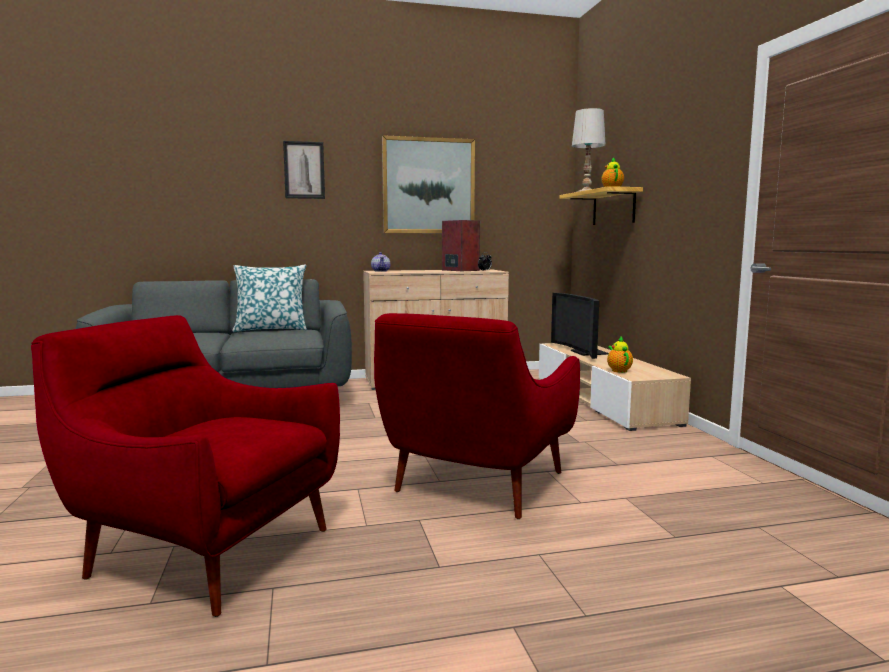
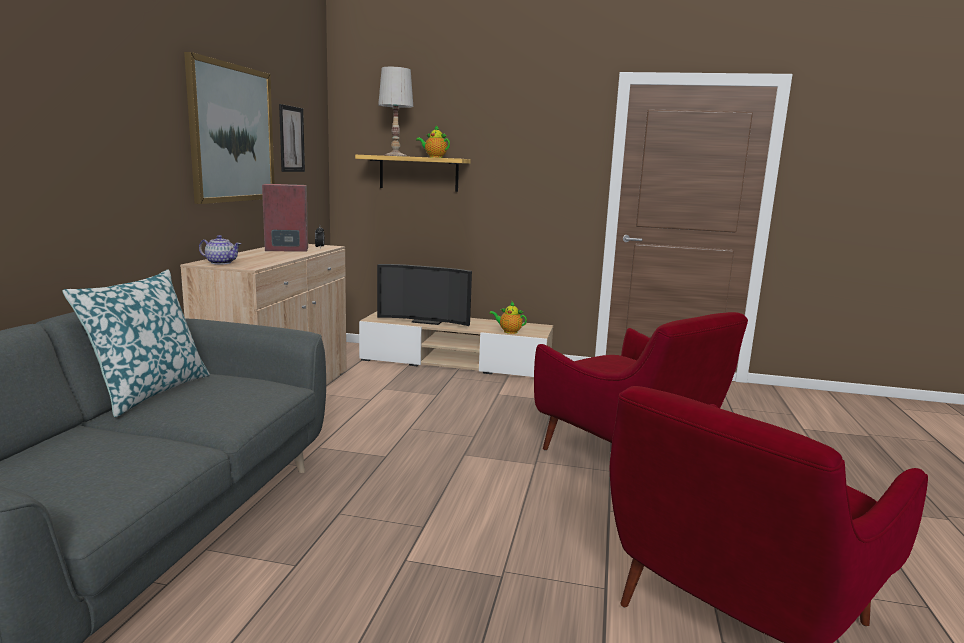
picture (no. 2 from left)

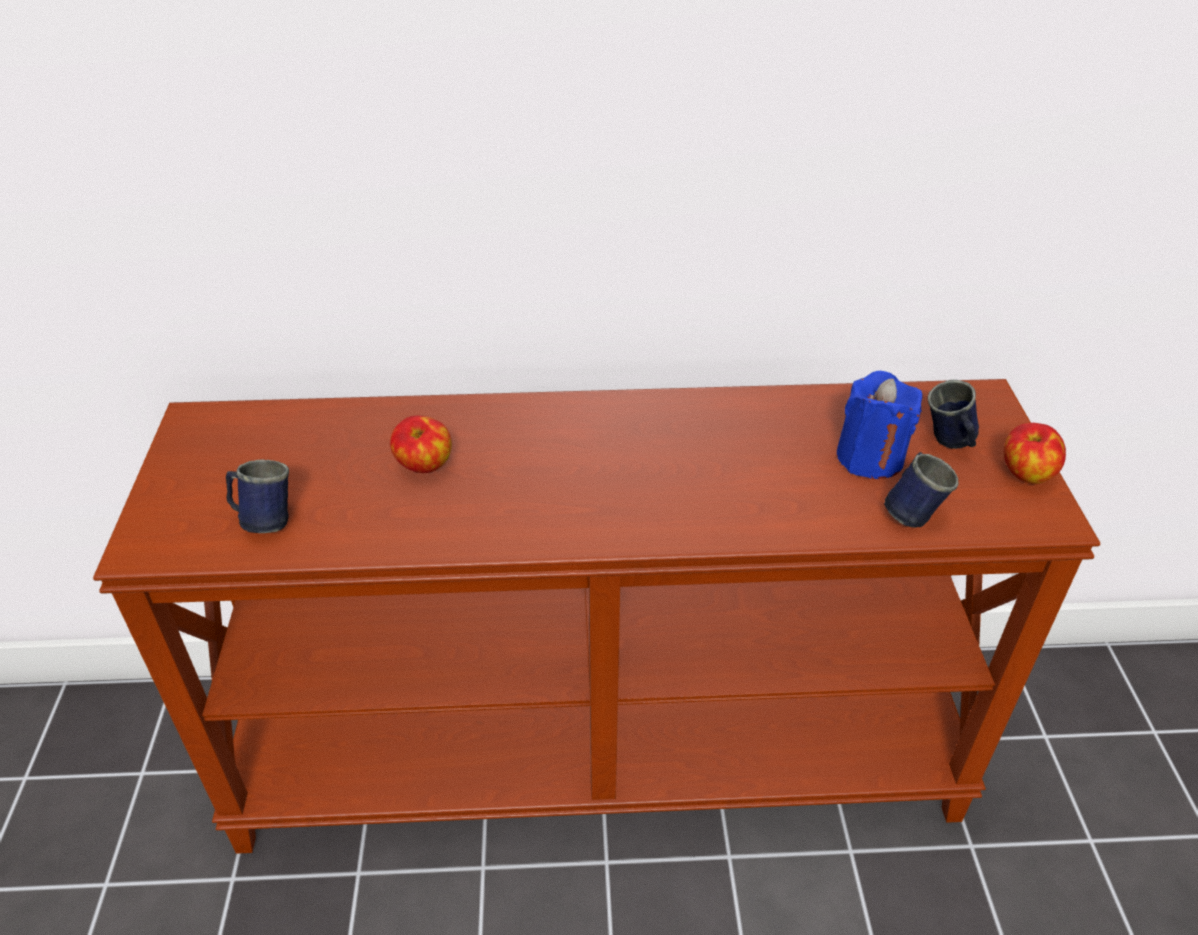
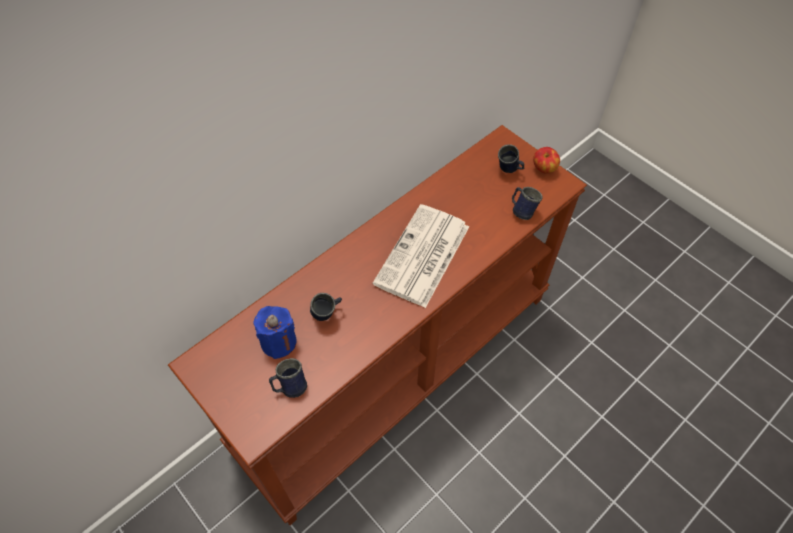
blue tea mug (no. 2 from left)
blue wax candle
daily paper

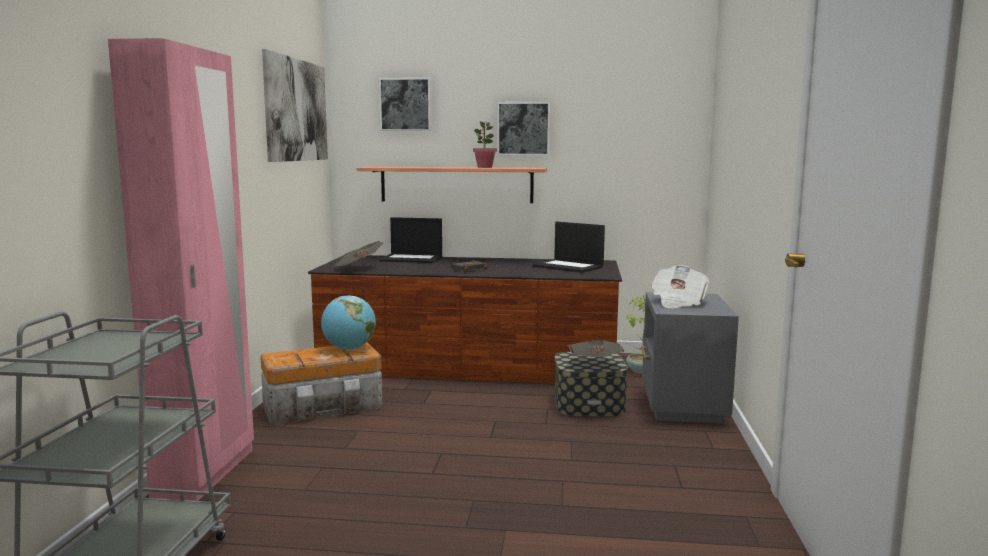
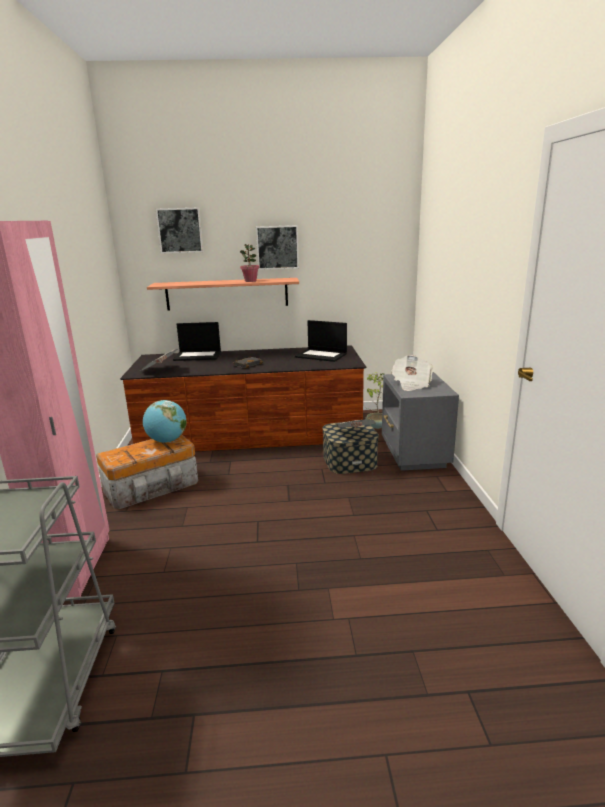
picture (no. 1 from left in the first image)

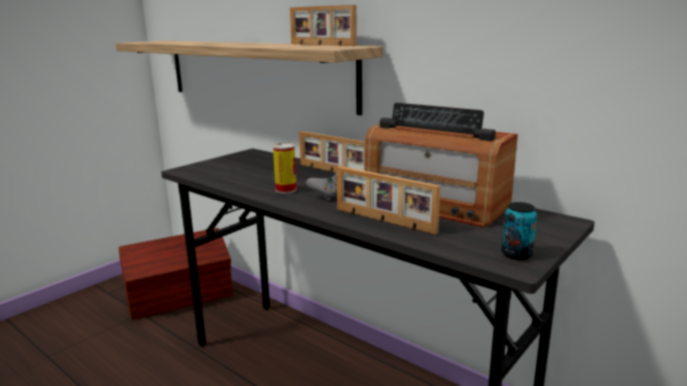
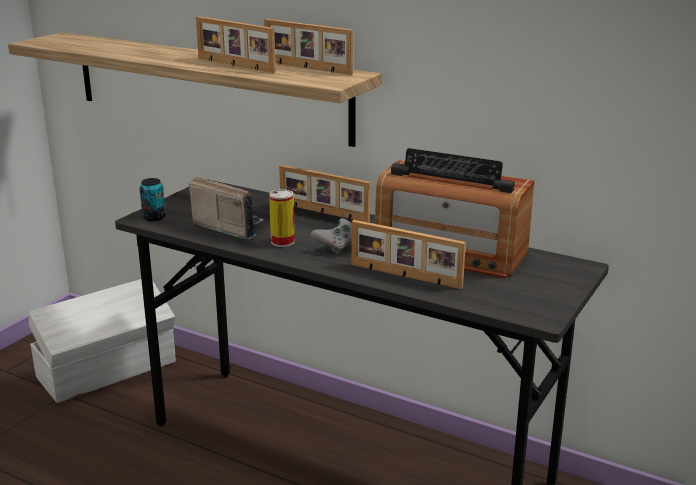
white storage container
sealed can (no. 1 from left)
radio set (no. 1 from left)
picture frame (no. 1 from left)

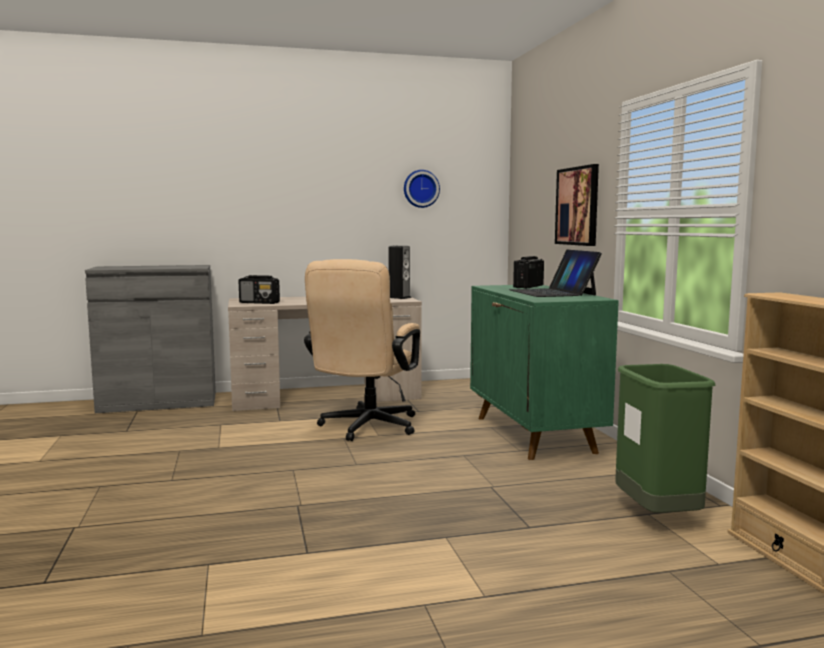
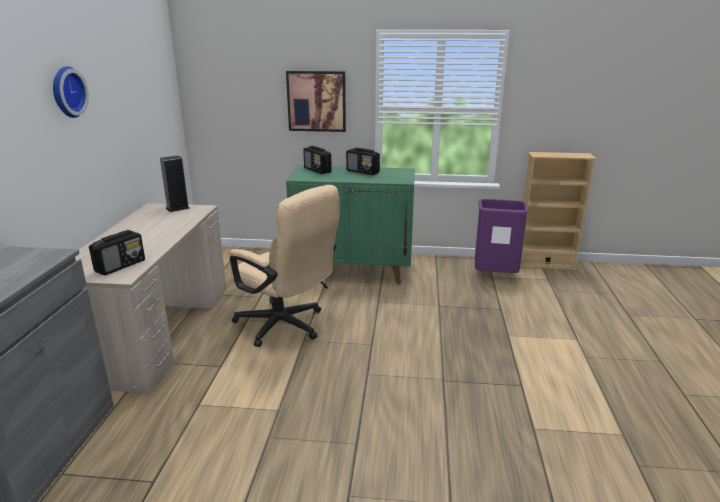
wall clock
radio set (no. 3 from left)
purple rubbish bin

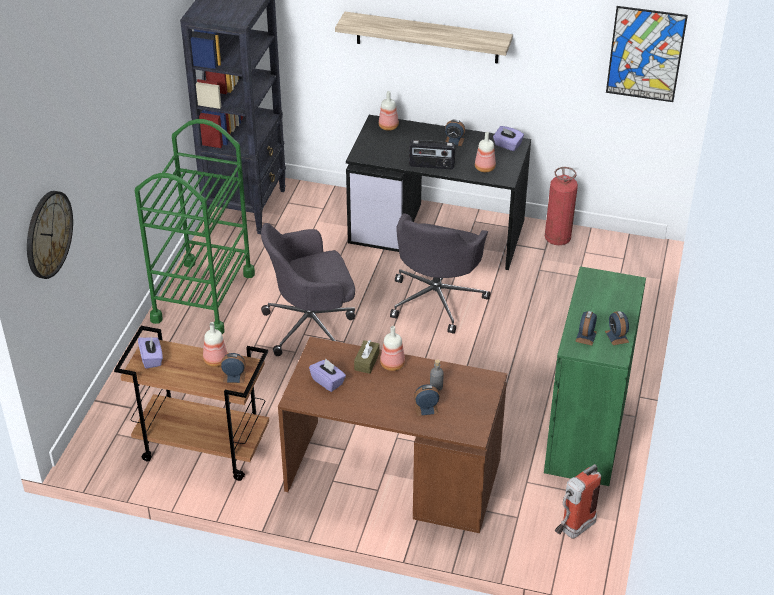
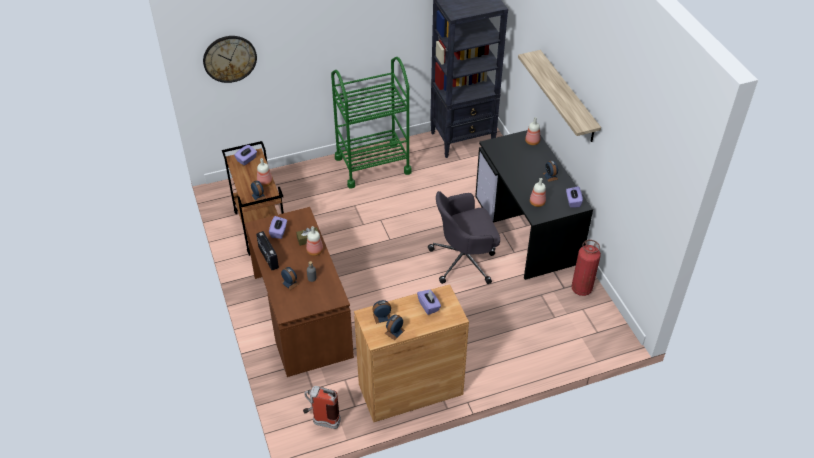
grey office chair (no. 1 from left in the first image)
radio set
brown-coloured cupboard
picture
purple tissue holder (no. 3 from left)

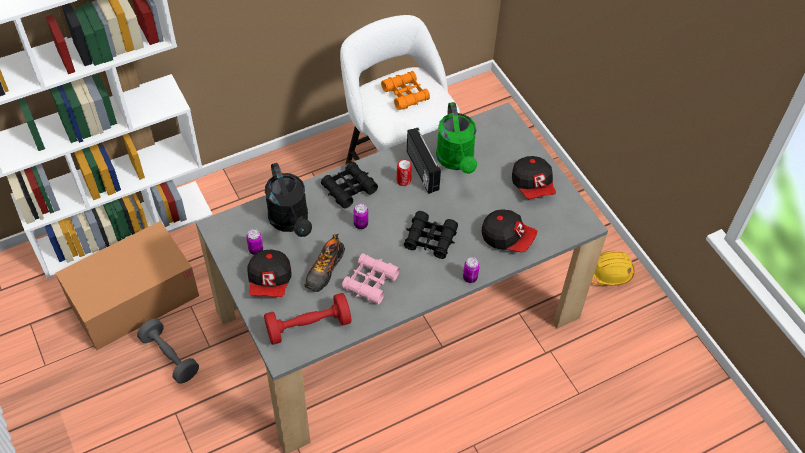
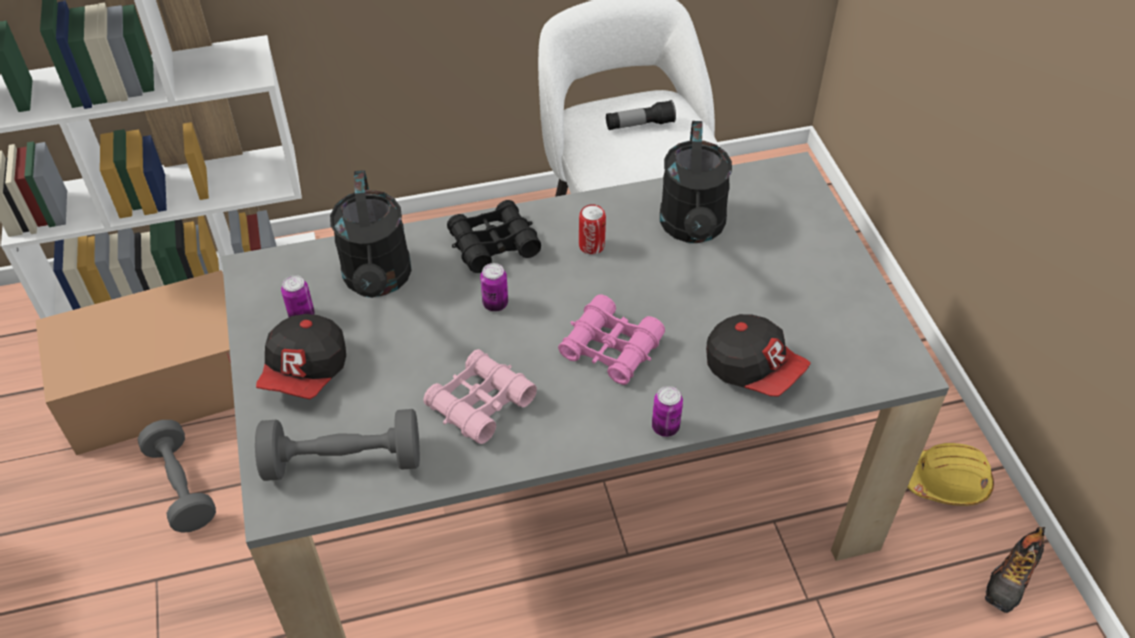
grey hand weight (no. 2 from left)
low shoe
flashlight
pink-coloured pair of binoculars (no. 2 from left)
radio set
black sprinkling can (no. 2 from left)
cap (no. 3 from left in the first image)

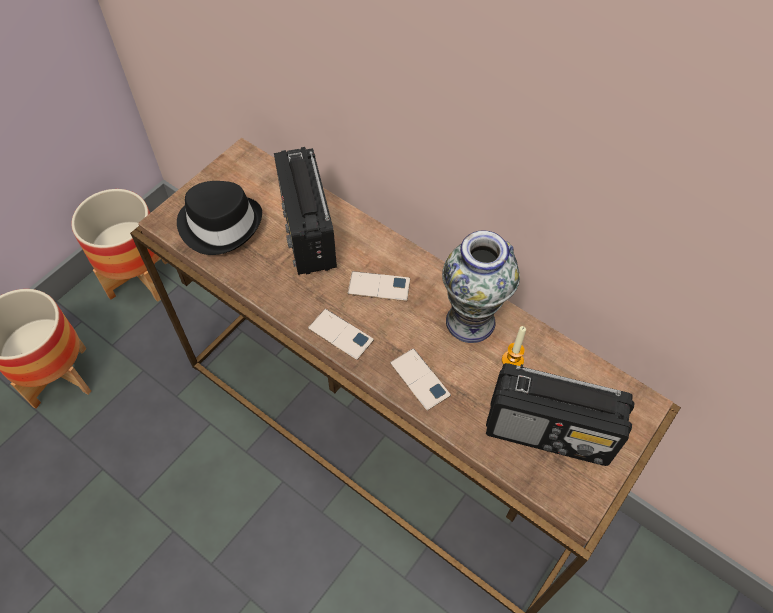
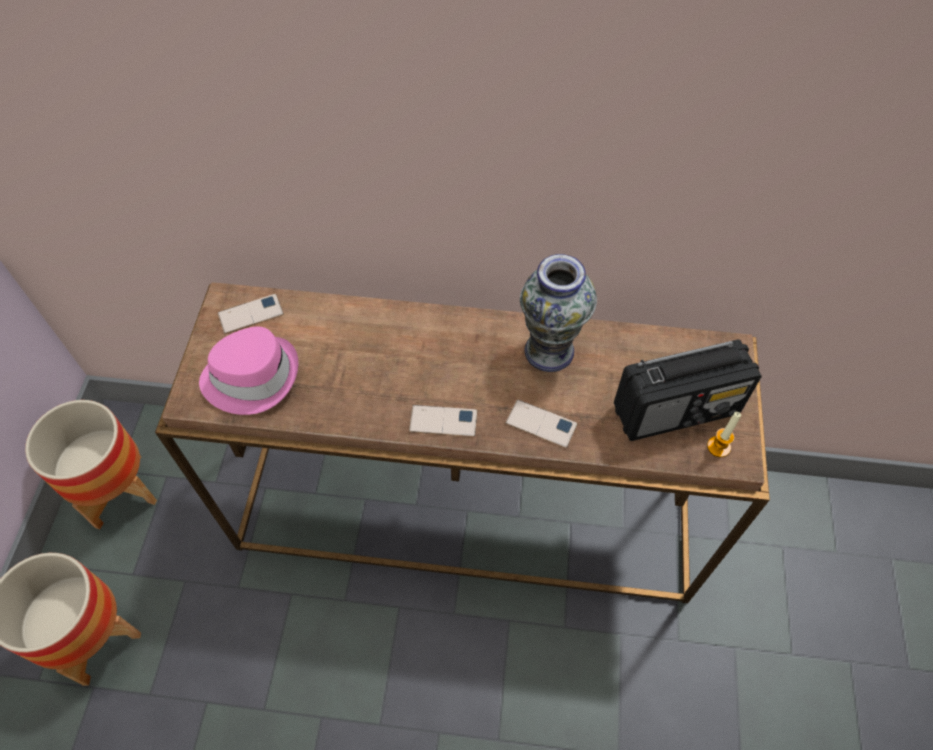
pink-coloured hat
radio set (no. 1 from left in the first image)
handset (no. 1 from left)
wax candle

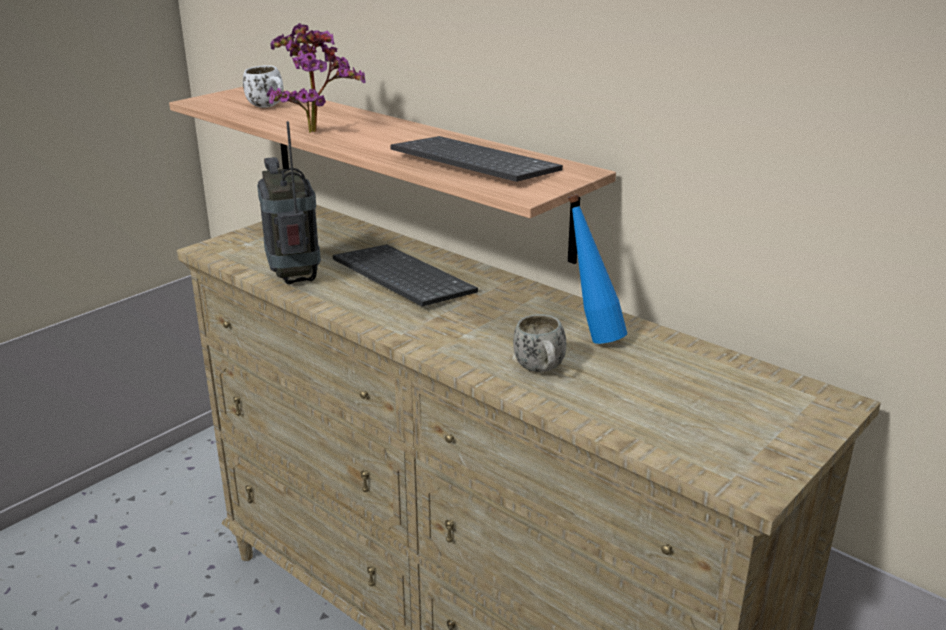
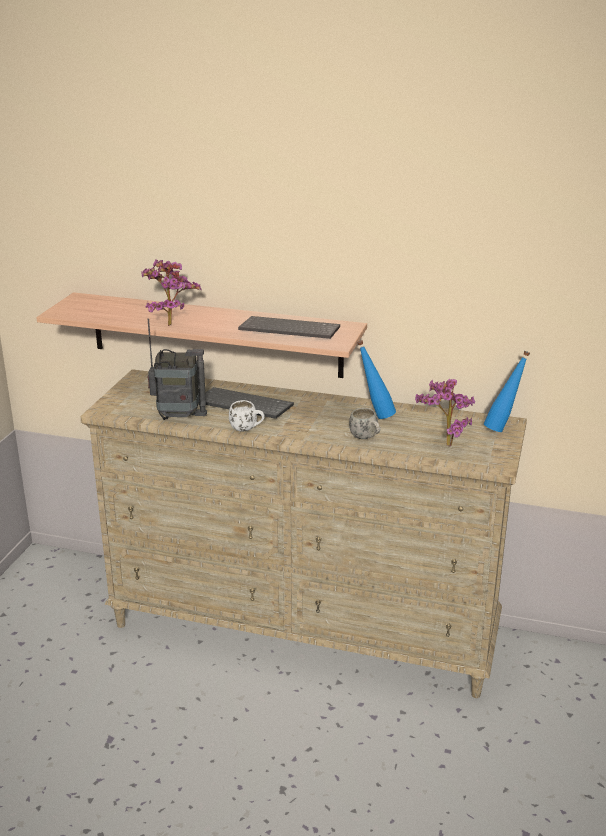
white tea mug (no. 1 from left)
radio set
houseplant (no. 2 from left)
blue beverage bottle (no. 2 from left)

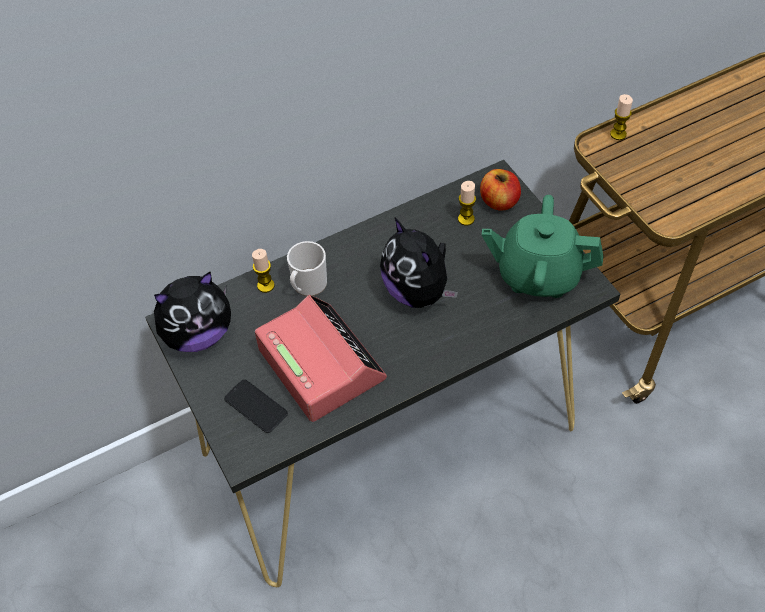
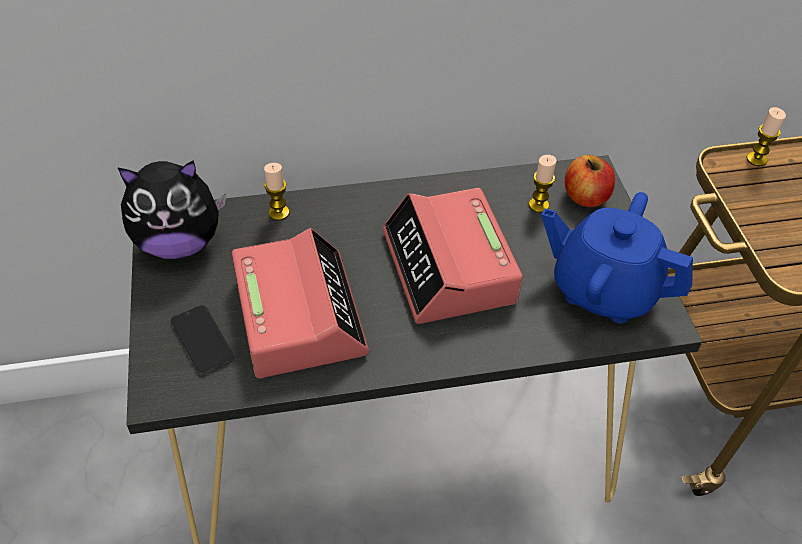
tea mug
bedside clock (no. 2 from left)
blue tea pot

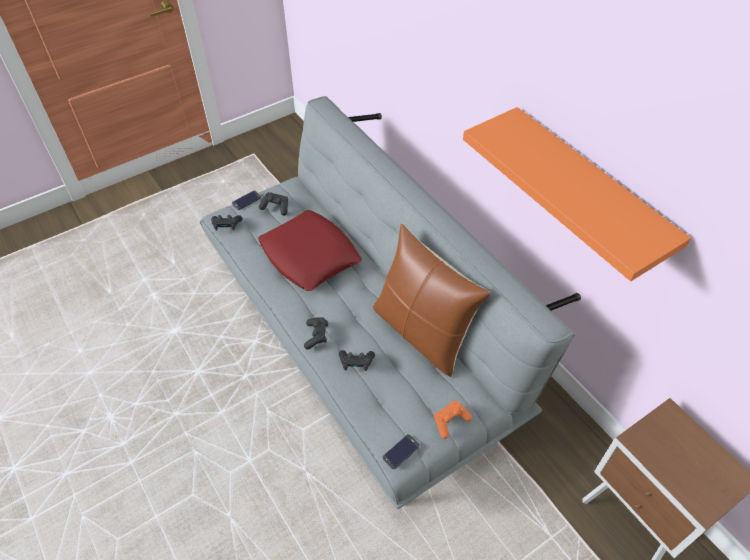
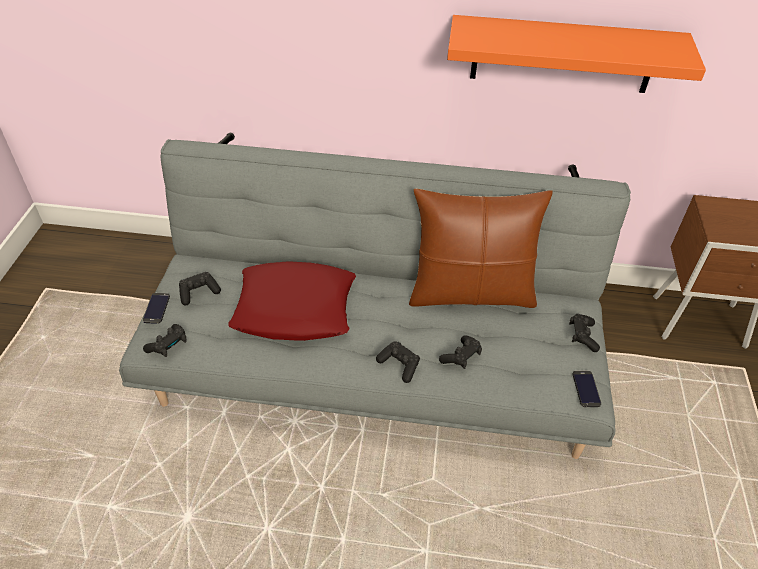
black joypad (no. 5 from left)

